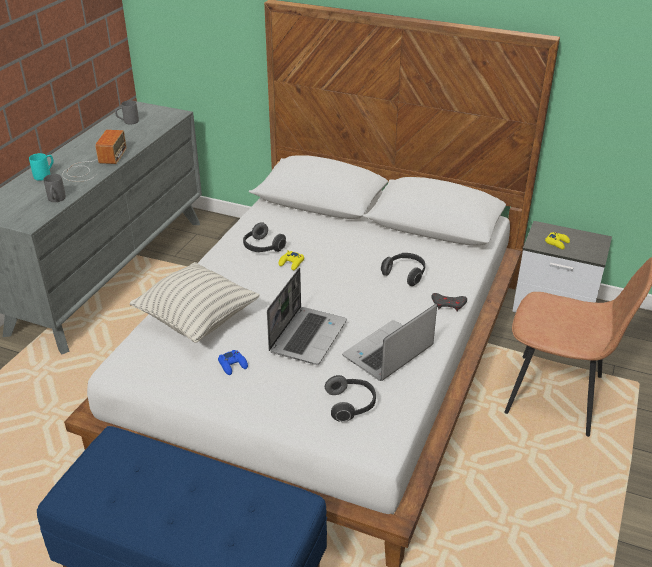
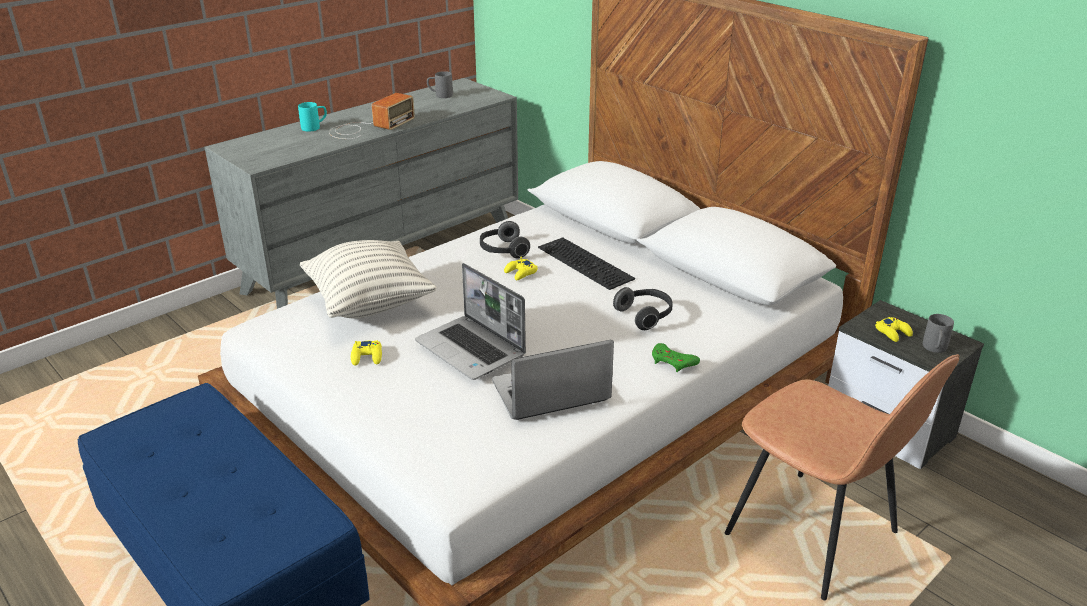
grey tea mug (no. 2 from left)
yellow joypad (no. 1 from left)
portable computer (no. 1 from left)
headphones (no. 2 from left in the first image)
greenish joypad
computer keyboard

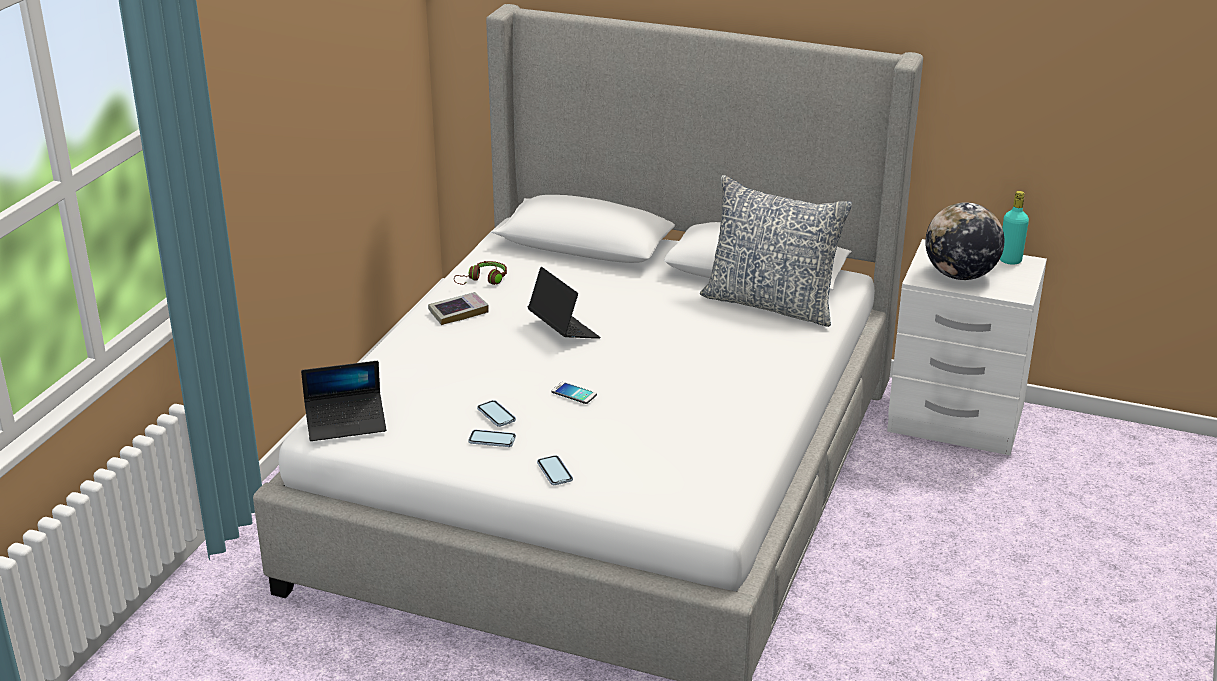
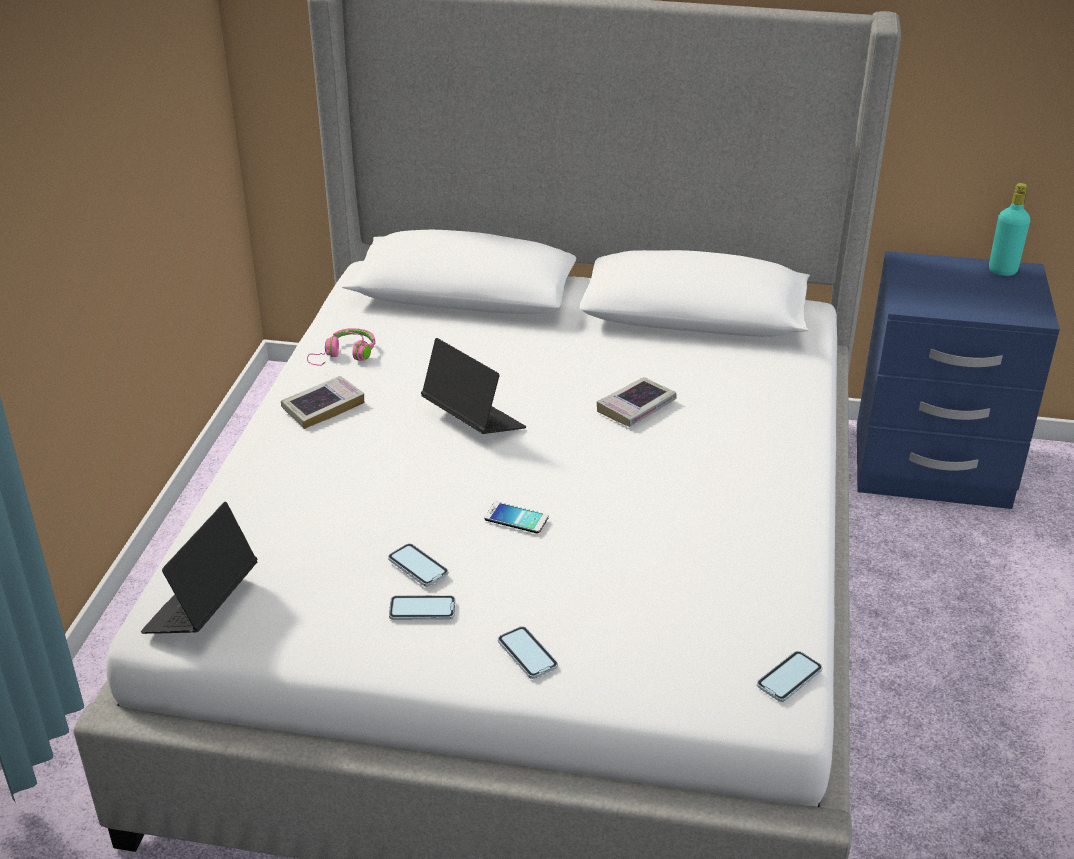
portable computer (no. 1 from left)
pink-coloured headphones
cushion
blue bedside table
world globe
volume (no. 2 from left)
handset (no. 5 from left)

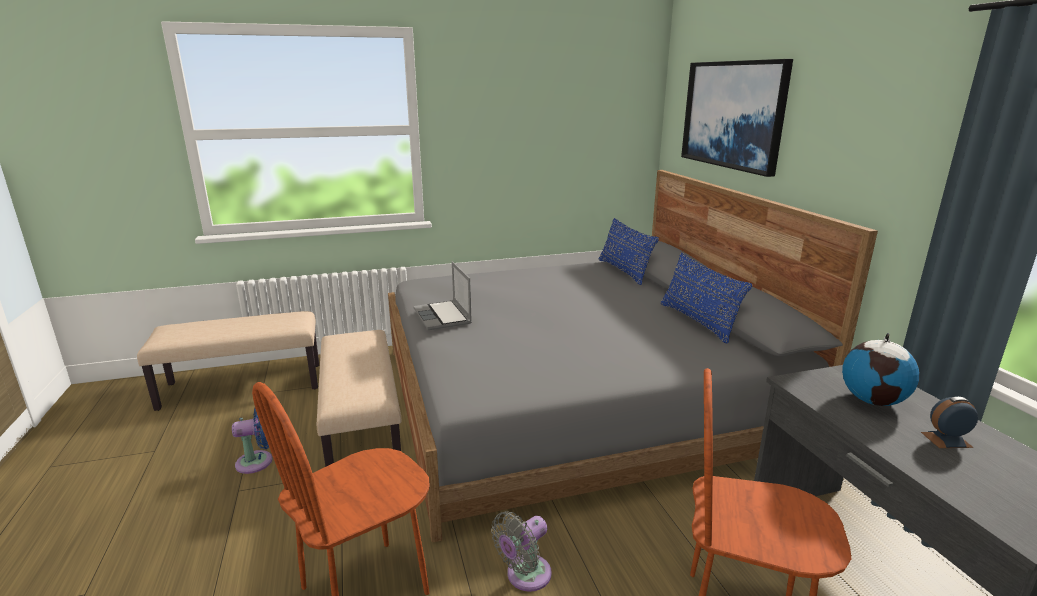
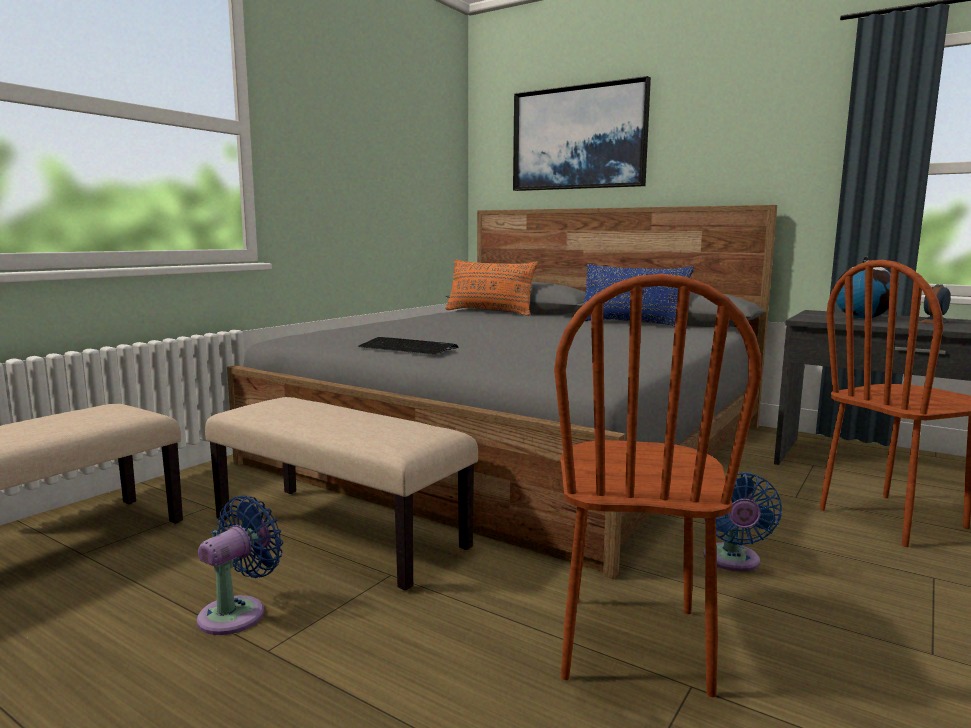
computer keyboard
blue cooling fan (no. 2 from left)
orangey cushion

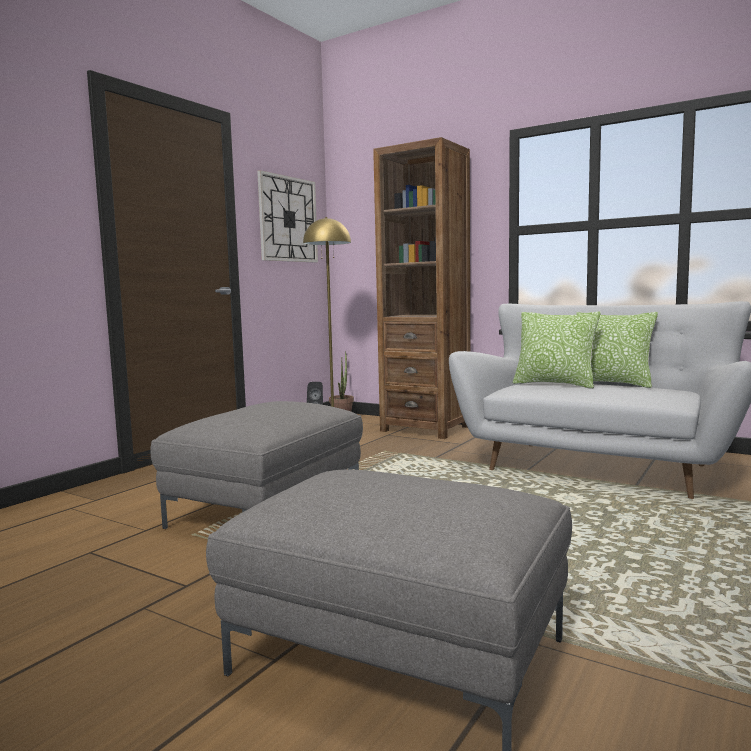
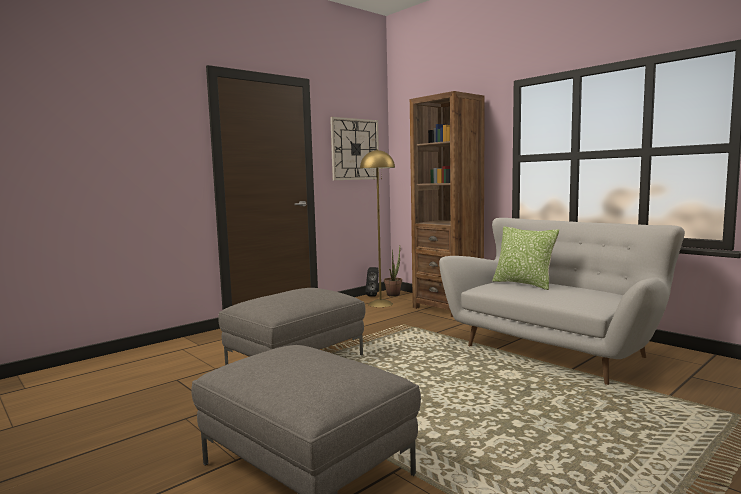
cushion (no. 2 from left in the first image)

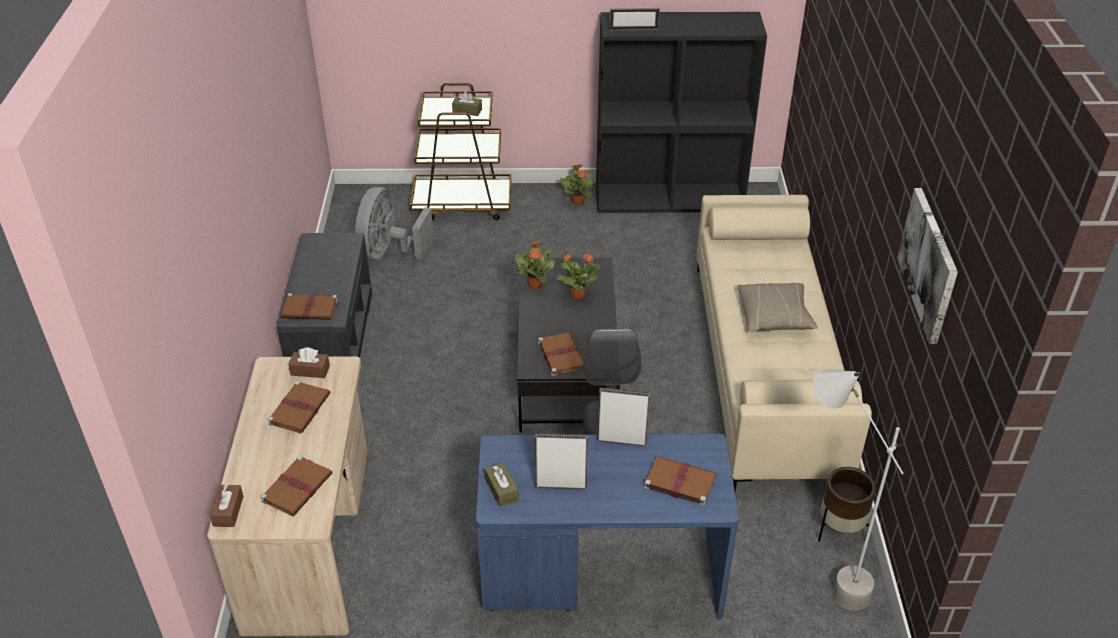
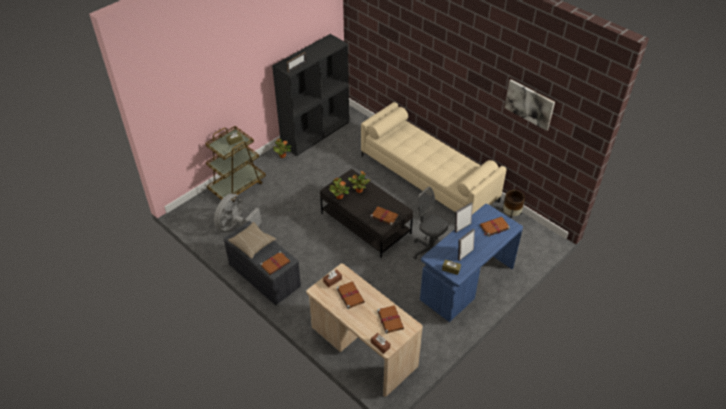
grey cooling fan
beige cushion
grey standing lamp

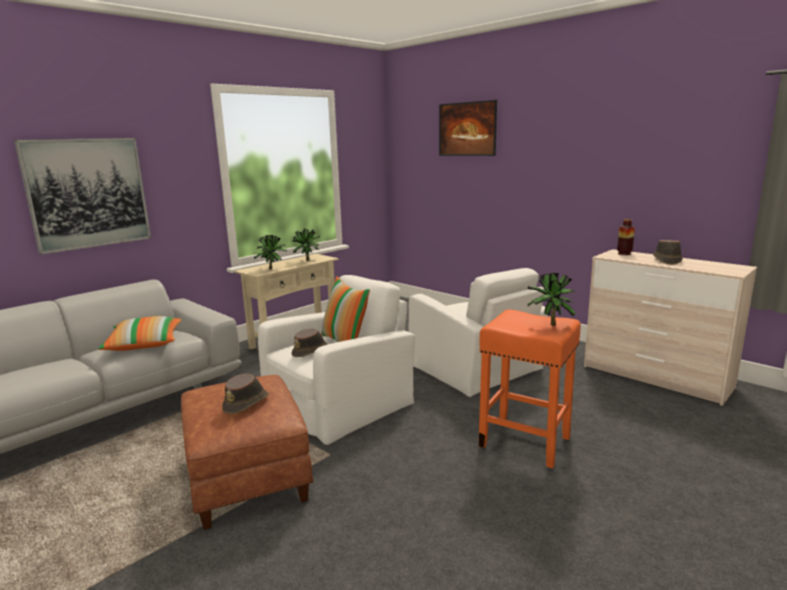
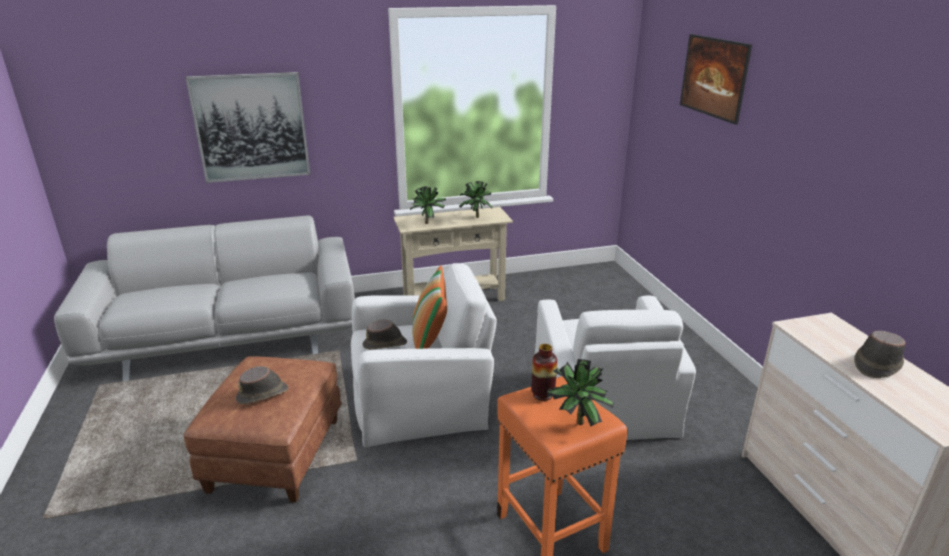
cushion (no. 1 from left in the first image)
decorative vase

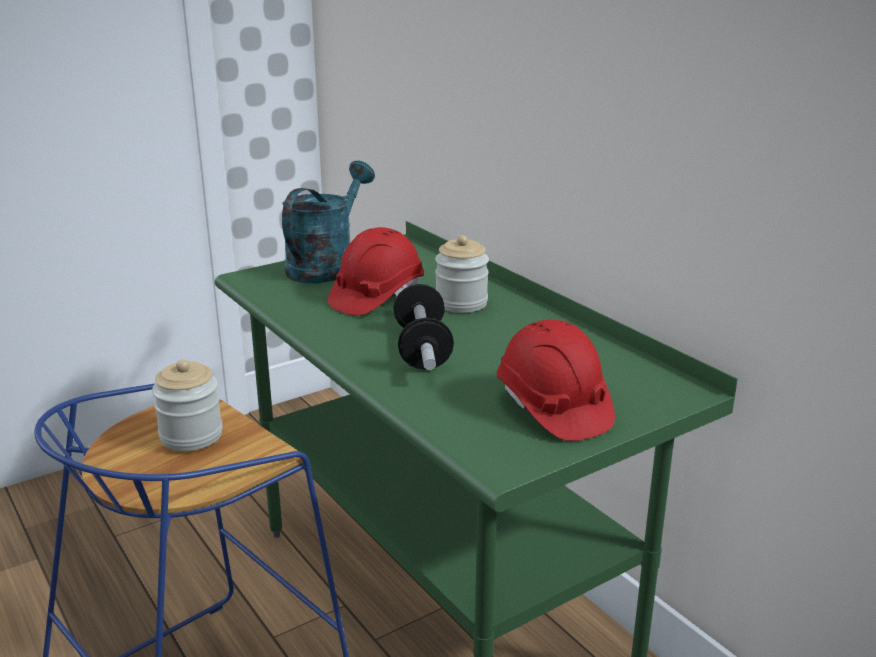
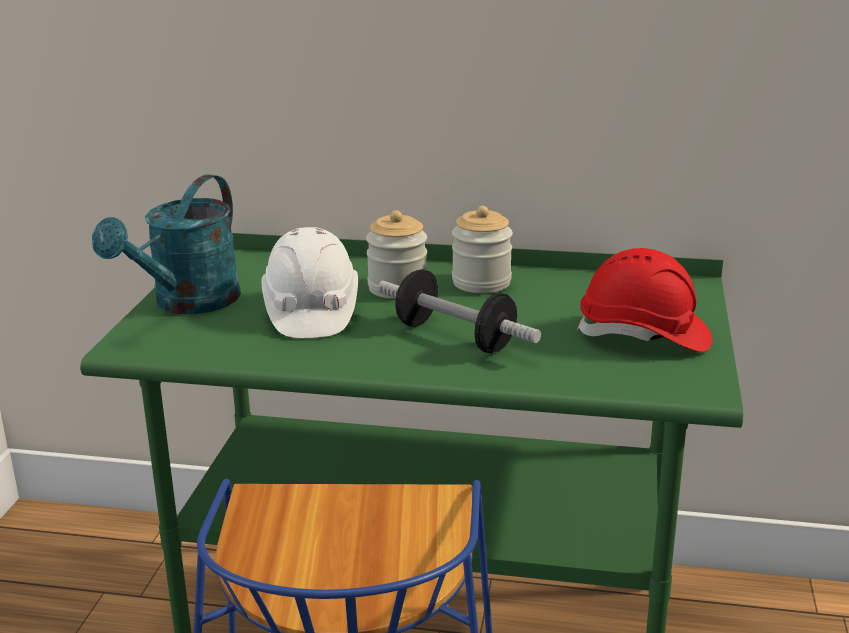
jar (no. 2 from left)
turquoise-coloured sprinkling can
white safety helmet

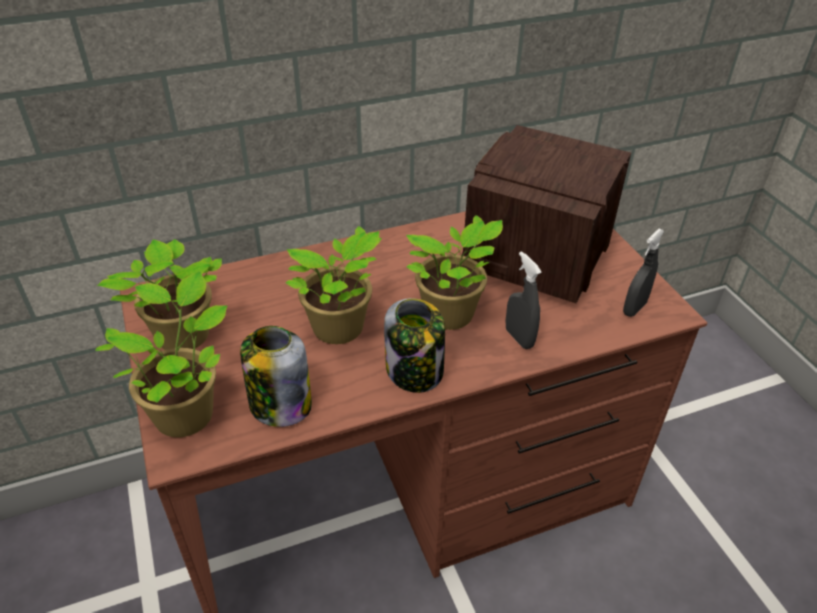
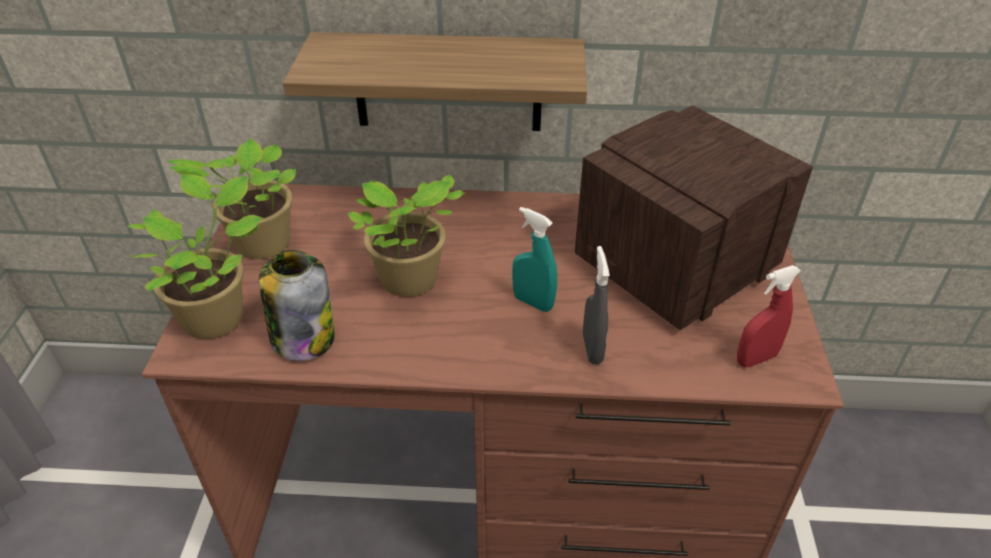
jar (no. 2 from left in the first image)
turquoise-coloured sprayer
reddish sprayer
wall shelf

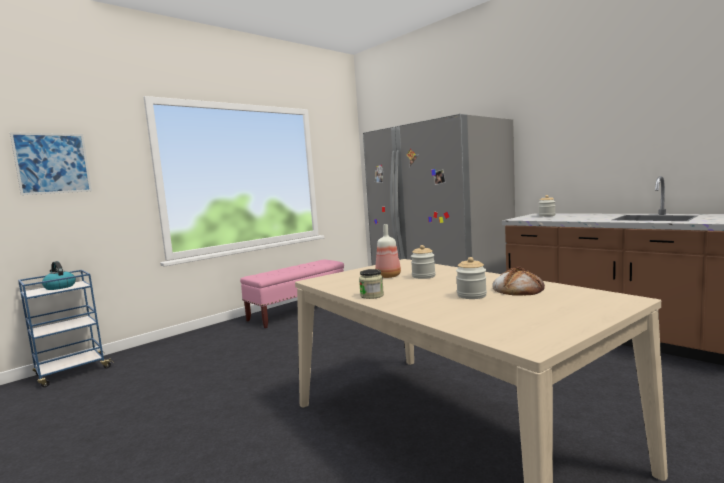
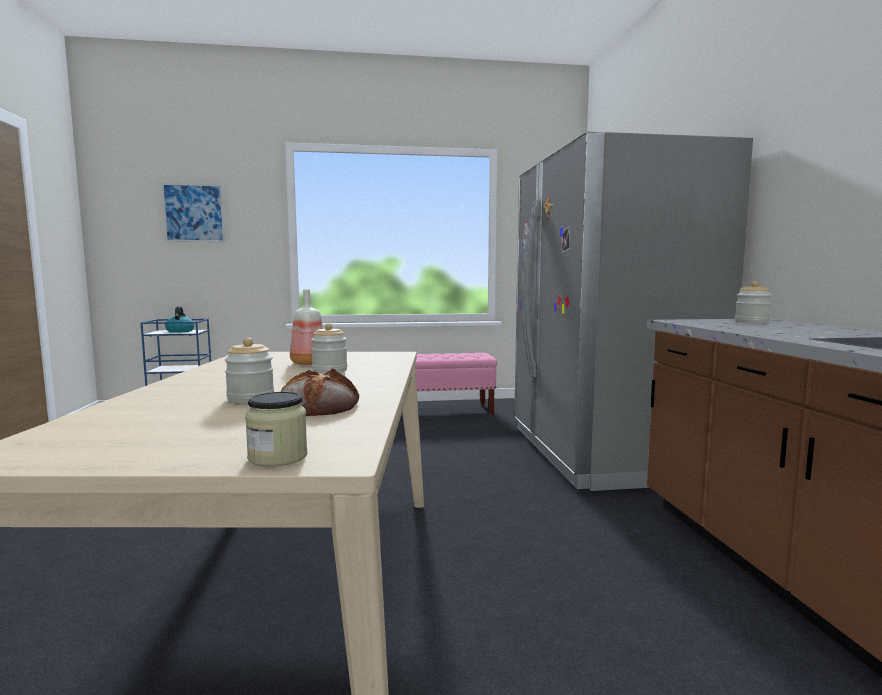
jar (no. 2 from left)

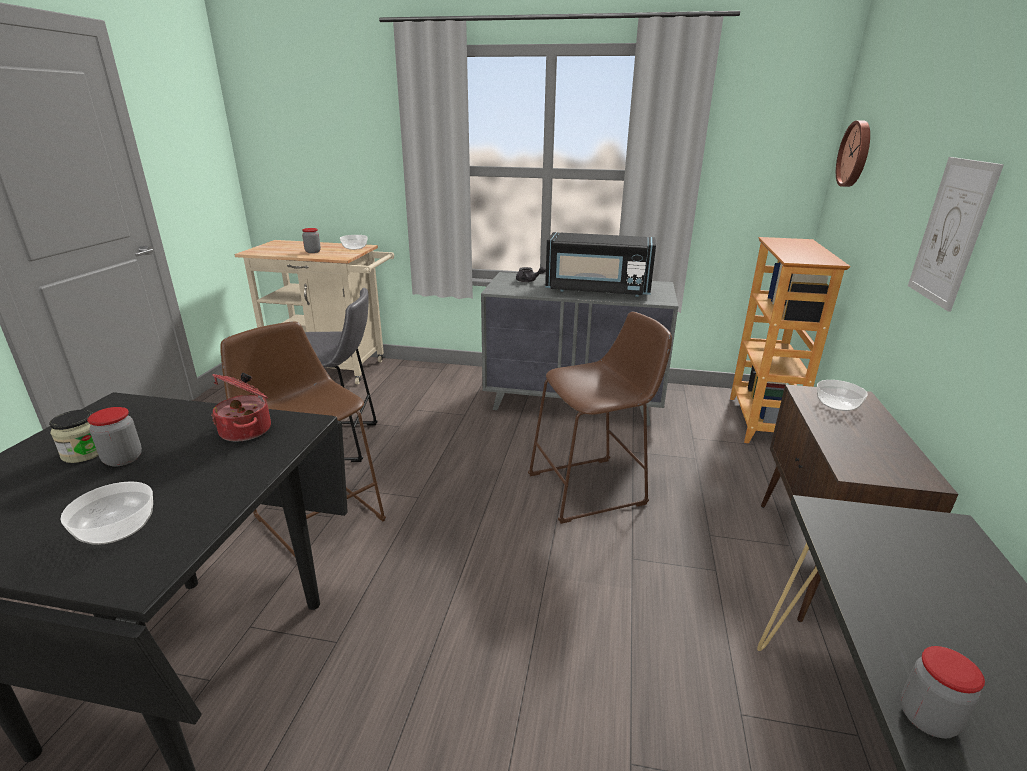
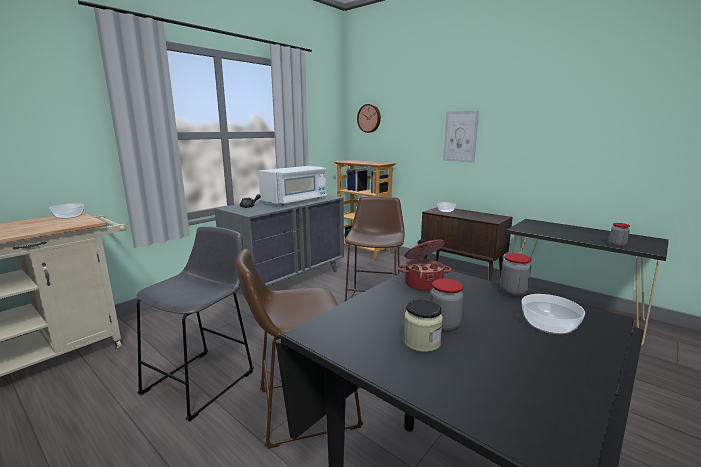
jar (no. 3 from left)
white microwave oven

